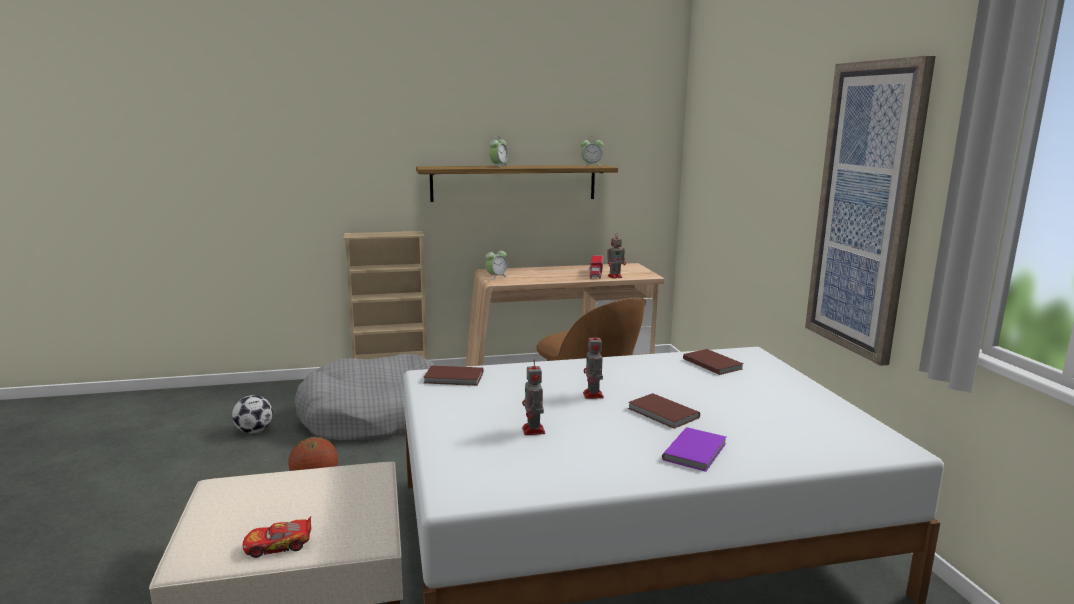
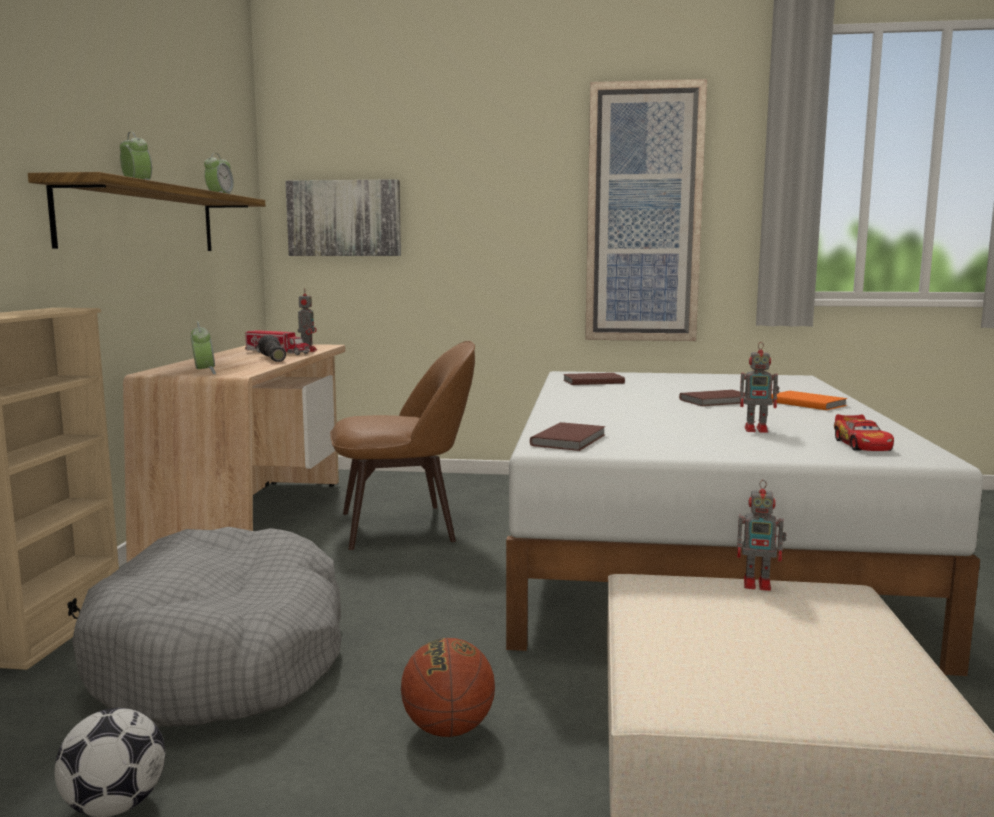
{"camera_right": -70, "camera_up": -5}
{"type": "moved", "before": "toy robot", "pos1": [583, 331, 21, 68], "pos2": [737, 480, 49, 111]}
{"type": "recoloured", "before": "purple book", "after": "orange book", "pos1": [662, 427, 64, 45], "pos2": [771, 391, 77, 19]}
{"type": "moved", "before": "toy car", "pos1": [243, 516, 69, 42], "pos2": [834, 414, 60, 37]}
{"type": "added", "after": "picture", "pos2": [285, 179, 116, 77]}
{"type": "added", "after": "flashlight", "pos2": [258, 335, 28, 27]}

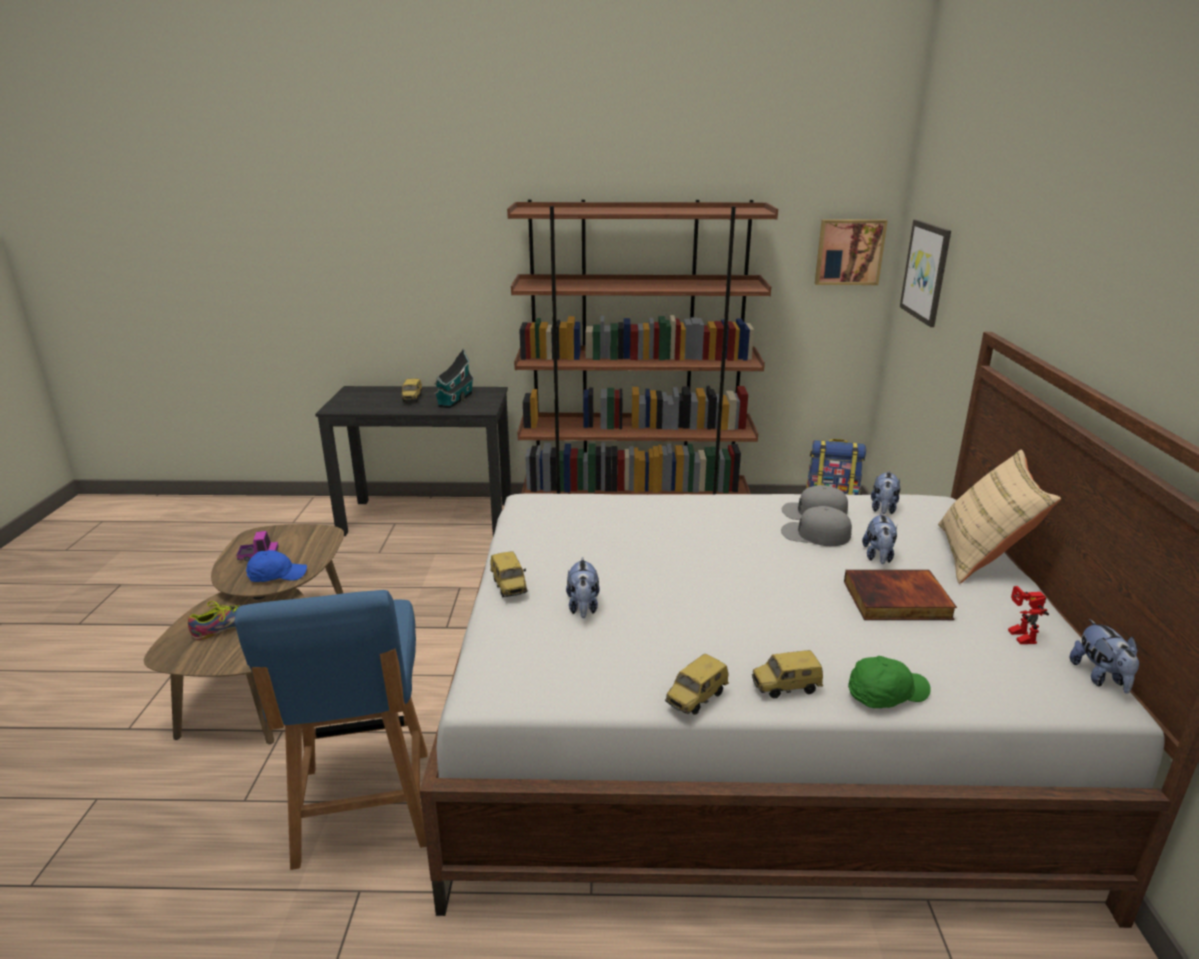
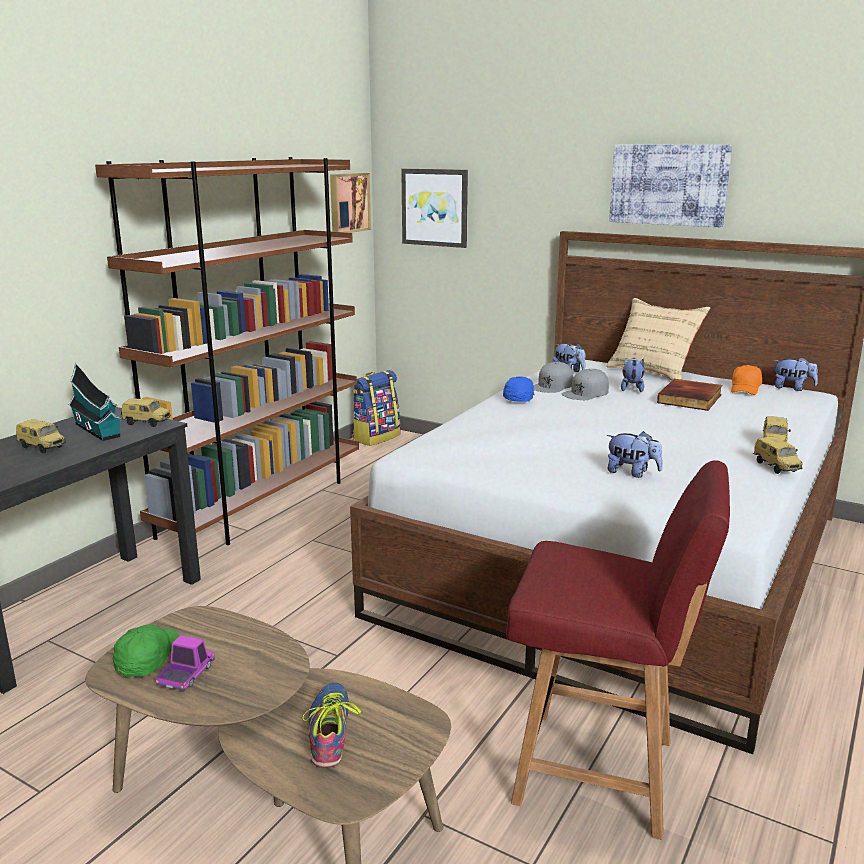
{"camera_right": -60, "camera_up": -5}
{"type": "turned", "before": "plush toy", "pos1": [862, 513, 35, 51], "pos2": [621, 358, 23, 34], "turn": -120}
{"type": "moved", "before": "blue cap", "pos1": [246, 550, 61, 32], "pos2": [503, 376, 32, 26]}
{"type": "moved", "before": "toy car", "pos1": [490, 551, 38, 46], "pos2": [121, 399, 50, 28]}
{"type": "replaced", "before": "toy robot", "after": "orange cap", "pos1": [1008, 586, 41, 58], "pos2": [731, 365, 31, 30]}
{"type": "recoloured", "before": "blue chair", "after": "red chair", "pos1": [234, 590, 194, 280], "pos2": [506, 460, 224, 380]}
{"type": "moved", "before": "green cap", "pos1": [848, 656, 83, 52], "pos2": [113, 624, 66, 53]}
{"type": "added", "after": "picture", "pos2": [609, 145, 123, 82]}

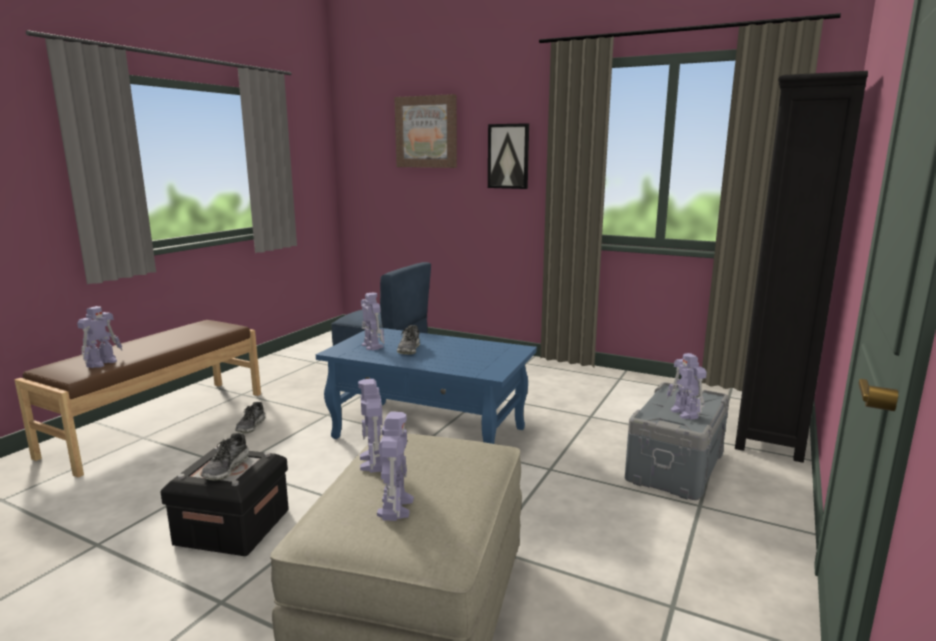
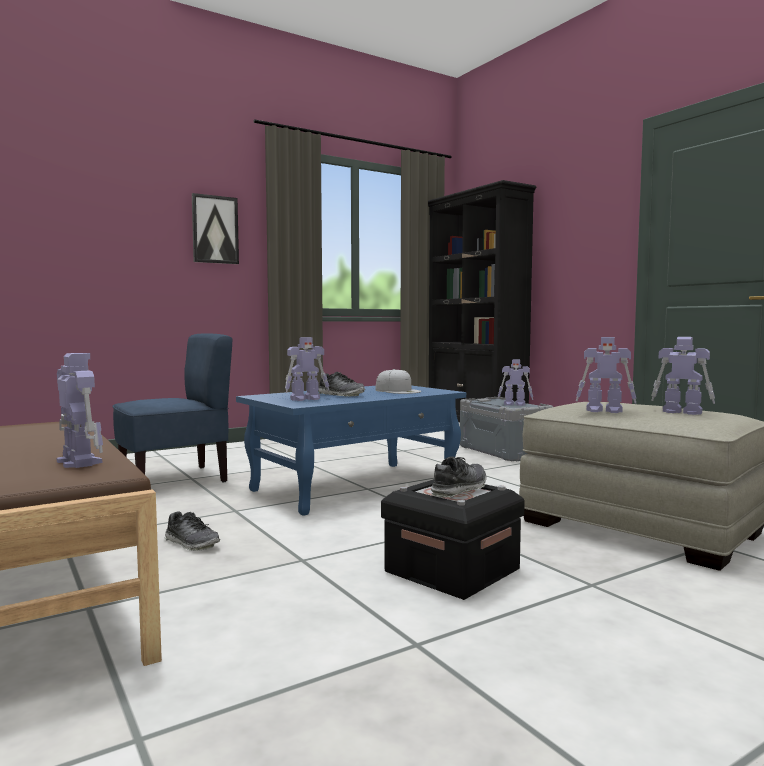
{"camera_right": -60, "camera_up": -10}
{"type": "removed", "before": "picture", "pos1": [394, 94, 63, 74]}
{"type": "turned", "before": "toy robot", "pos1": [361, 293, 23, 57], "pos2": [285, 337, 44, 64], "turn": 150}
{"type": "turned", "before": "shoe", "pos1": [201, 433, 48, 48], "pos2": [431, 456, 56, 41], "turn": -90}
{"type": "added", "after": "white cap", "pos2": [376, 369, 45, 25]}

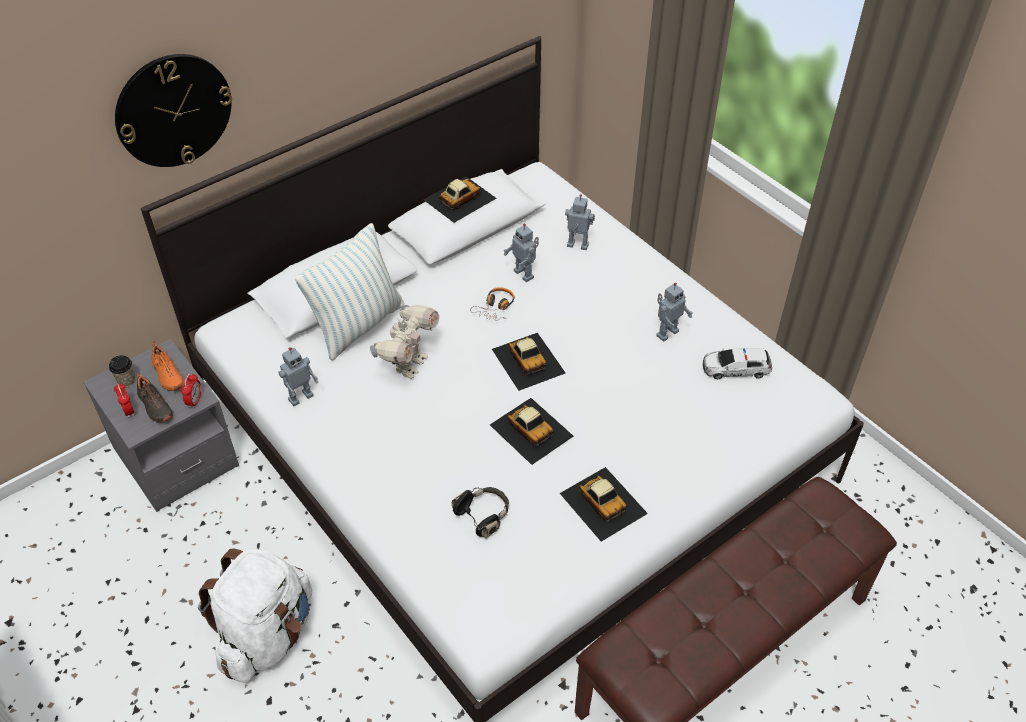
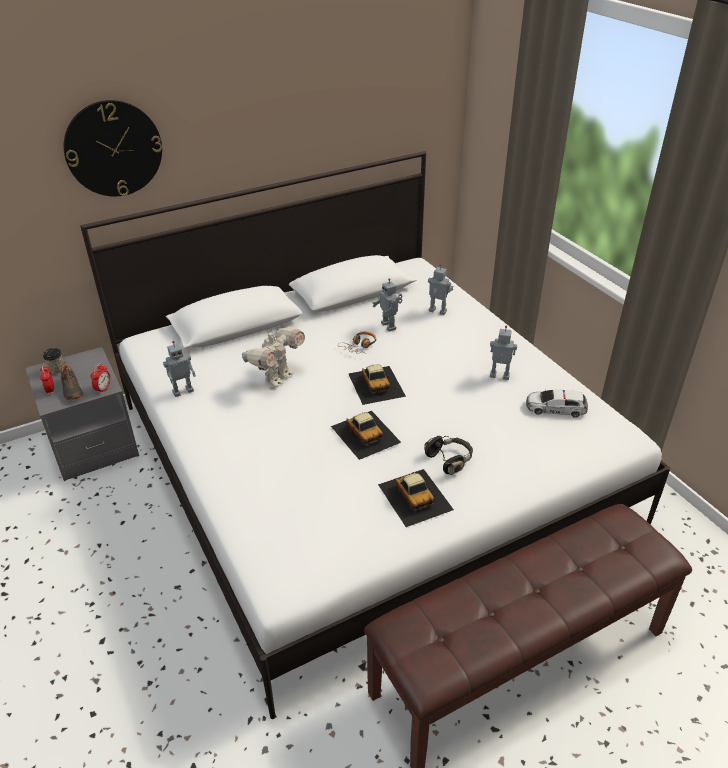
{"camera_right": 10, "camera_up": -10}
{"type": "removed", "before": "toy car", "pos1": [424, 177, 72, 46]}
{"type": "removed", "before": "pillow", "pos1": [295, 223, 109, 138]}
{"type": "turned", "before": "toy robot", "pos1": [656, 283, 37, 59], "pos2": [490, 326, 27, 54], "turn": -135}
{"type": "removed", "before": "orange shoe", "pos1": [151, 342, 33, 49]}
{"type": "moved", "before": "black headphones", "pos1": [452, 487, 57, 51], "pos2": [424, 436, 49, 39]}
{"type": "removed", "before": "white backpack", "pos1": [198, 549, 114, 134]}

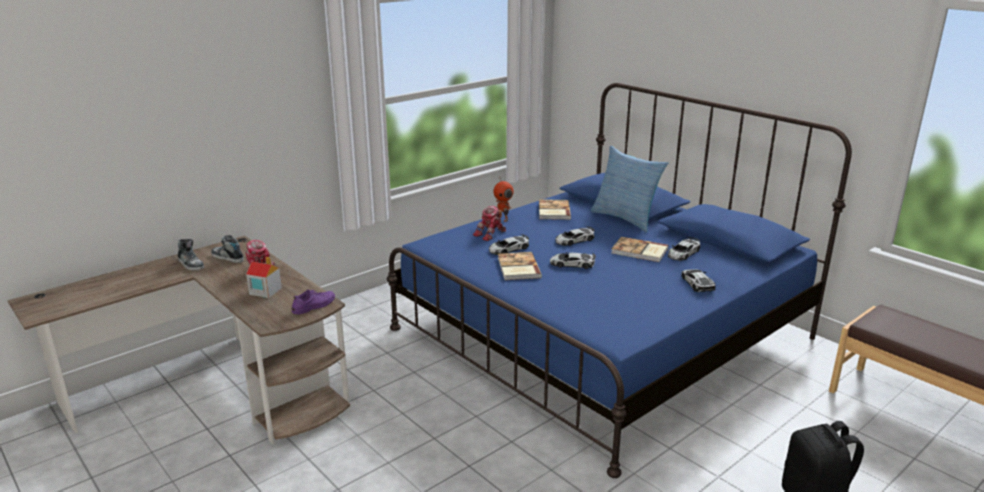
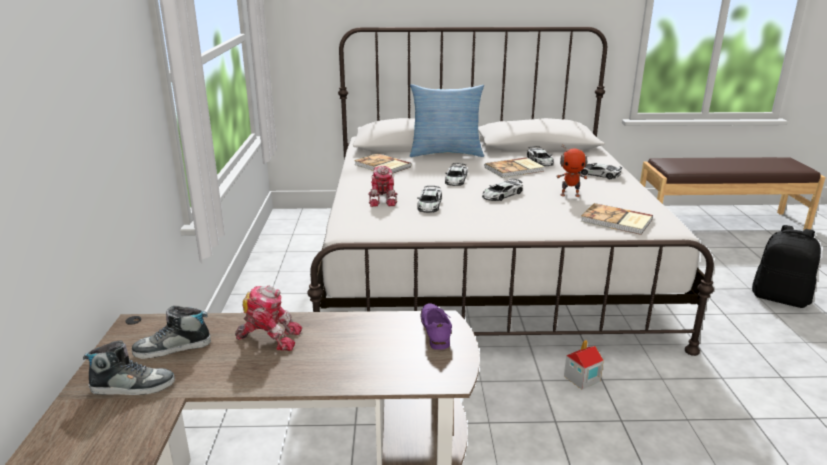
{"camera_right": -50, "camera_up": 0}
{"type": "recoloured", "before": "blue bed", "after": "white bed", "pos1": [387, 83, 465, 395], "pos2": [307, 27, 407, 329]}
{"type": "moved", "before": "toy robot", "pos1": [493, 177, 21, 45], "pos2": [556, 145, 32, 52]}
{"type": "moved", "before": "book", "pos1": [498, 252, 44, 28], "pos2": [580, 203, 73, 32]}
{"type": "moved", "before": "toy house", "pos1": [246, 257, 36, 41], "pos2": [564, 340, 40, 50]}

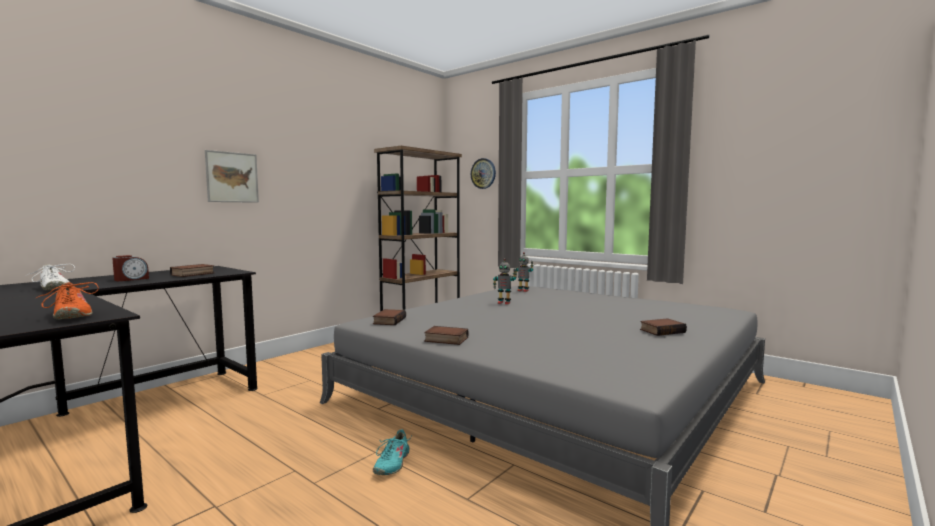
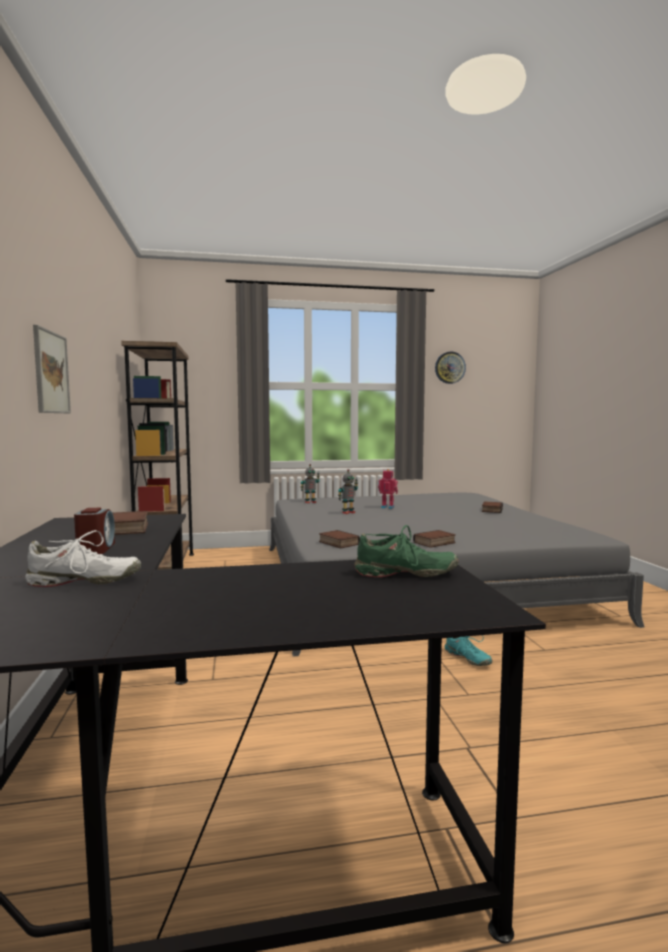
{"camera_right": -50, "camera_up": 0}
{"type": "moved", "before": "wall clock", "pos1": [471, 158, 25, 31], "pos2": [435, 352, 31, 32]}
{"type": "recoloured", "before": "orange shoe", "after": "green shoe", "pos1": [35, 282, 64, 37], "pos2": [355, 525, 104, 52]}
{"type": "added", "after": "toy robot", "pos2": [378, 469, 20, 40]}

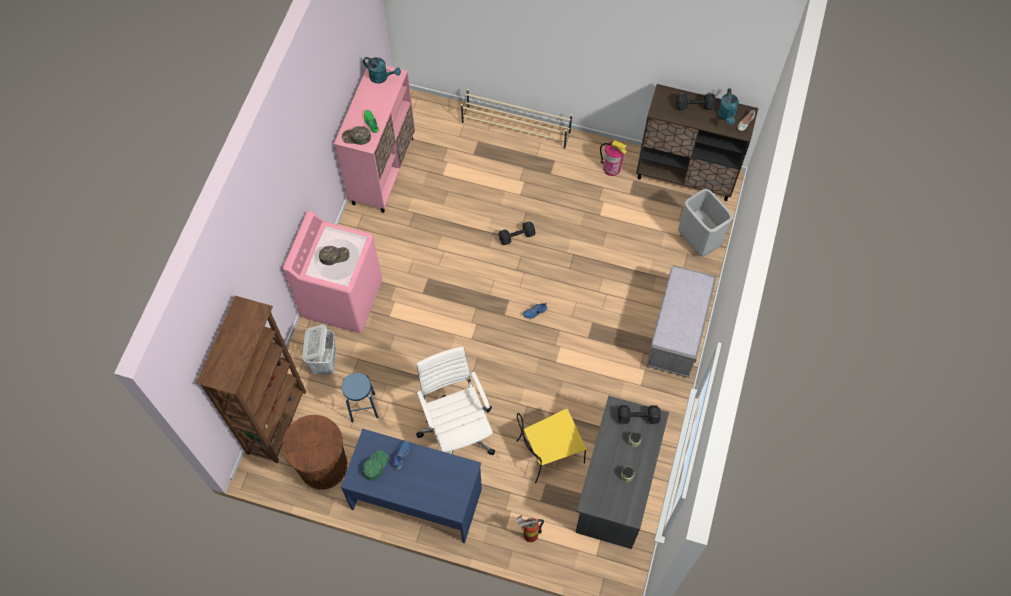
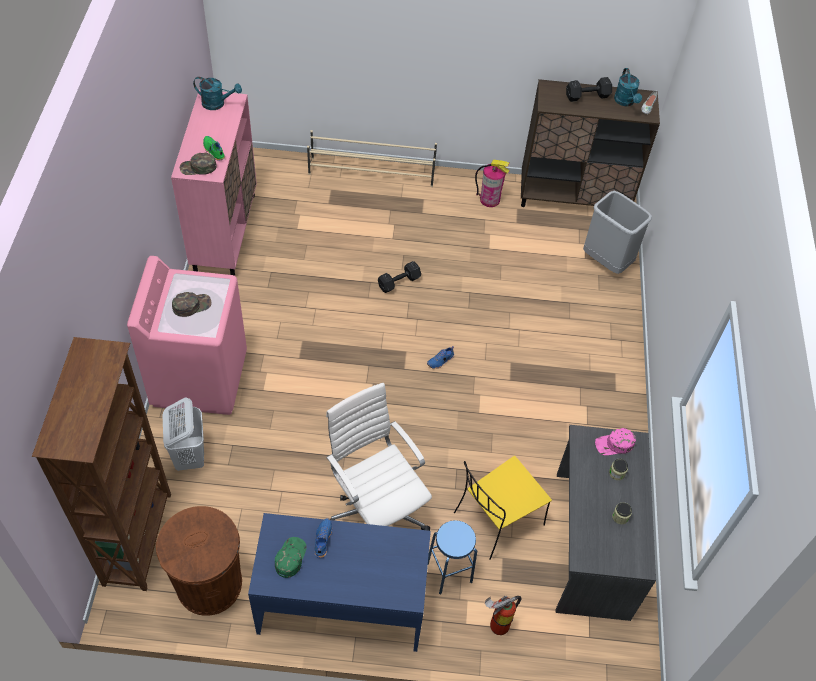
{"camera_right": -15, "camera_up": -10}
{"type": "removed", "before": "grey bench", "pos1": [646, 265, 71, 113]}
{"type": "moved", "before": "blue stool", "pos1": [342, 373, 36, 50], "pos2": [428, 520, 49, 74]}
{"type": "replaced", "before": "black dumbbell", "after": "pink cap", "pos1": [618, 405, 43, 19], "pos2": [595, 428, 41, 27]}

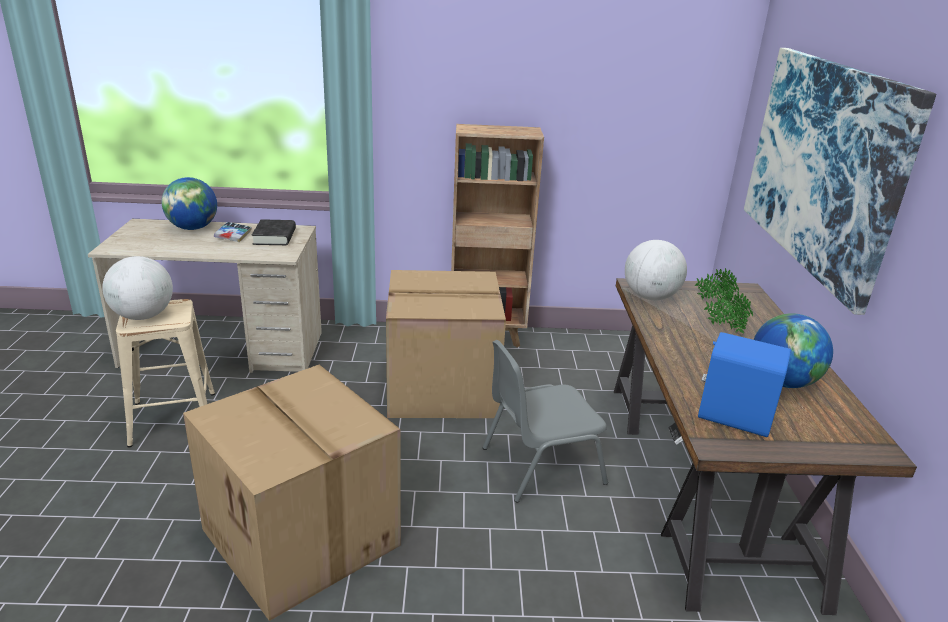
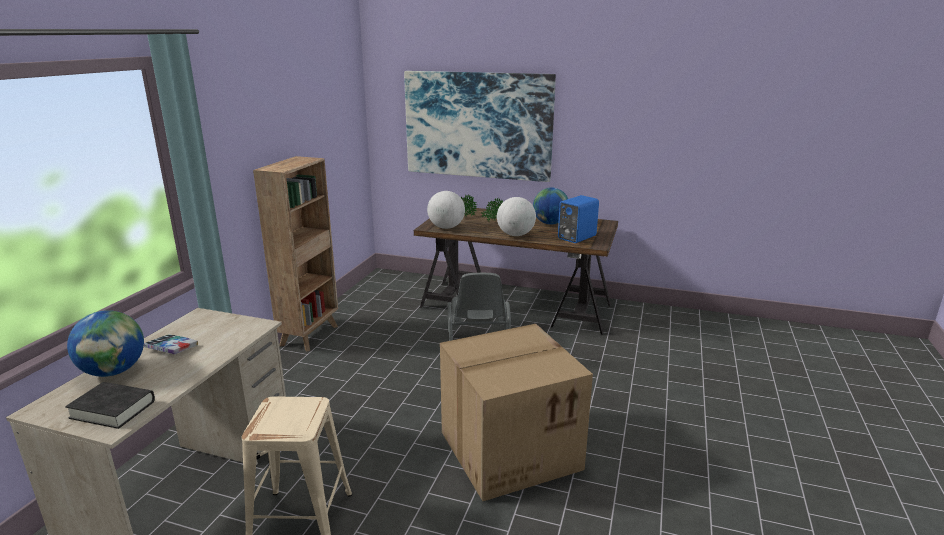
{"camera_right": -70, "camera_up": -5}
{"type": "moved", "before": "black book", "pos1": [252, 219, 44, 26], "pos2": [65, 382, 90, 47]}
{"type": "moved", "before": "globe", "pos1": [102, 256, 71, 64], "pos2": [497, 197, 39, 39]}
{"type": "removed", "before": "cardboard box", "pos1": [386, 270, 120, 148]}

